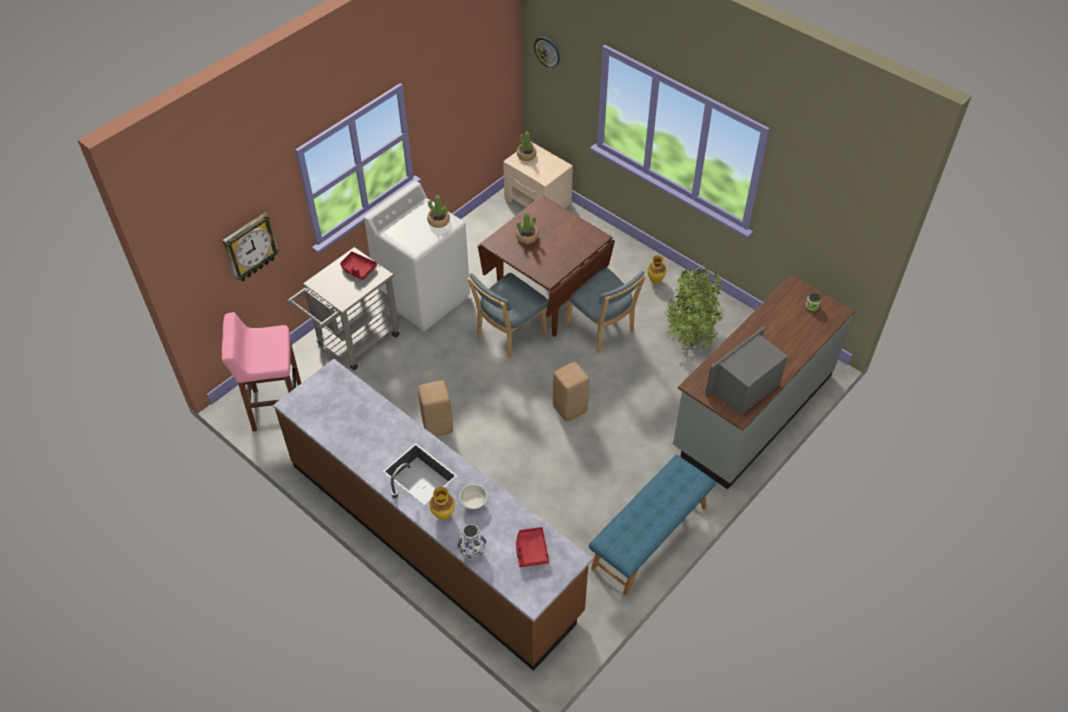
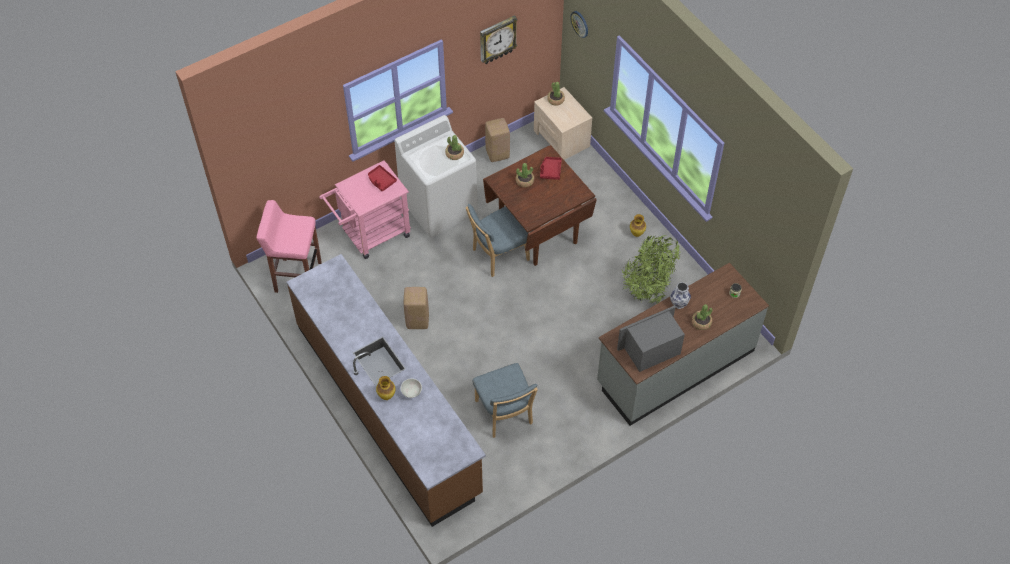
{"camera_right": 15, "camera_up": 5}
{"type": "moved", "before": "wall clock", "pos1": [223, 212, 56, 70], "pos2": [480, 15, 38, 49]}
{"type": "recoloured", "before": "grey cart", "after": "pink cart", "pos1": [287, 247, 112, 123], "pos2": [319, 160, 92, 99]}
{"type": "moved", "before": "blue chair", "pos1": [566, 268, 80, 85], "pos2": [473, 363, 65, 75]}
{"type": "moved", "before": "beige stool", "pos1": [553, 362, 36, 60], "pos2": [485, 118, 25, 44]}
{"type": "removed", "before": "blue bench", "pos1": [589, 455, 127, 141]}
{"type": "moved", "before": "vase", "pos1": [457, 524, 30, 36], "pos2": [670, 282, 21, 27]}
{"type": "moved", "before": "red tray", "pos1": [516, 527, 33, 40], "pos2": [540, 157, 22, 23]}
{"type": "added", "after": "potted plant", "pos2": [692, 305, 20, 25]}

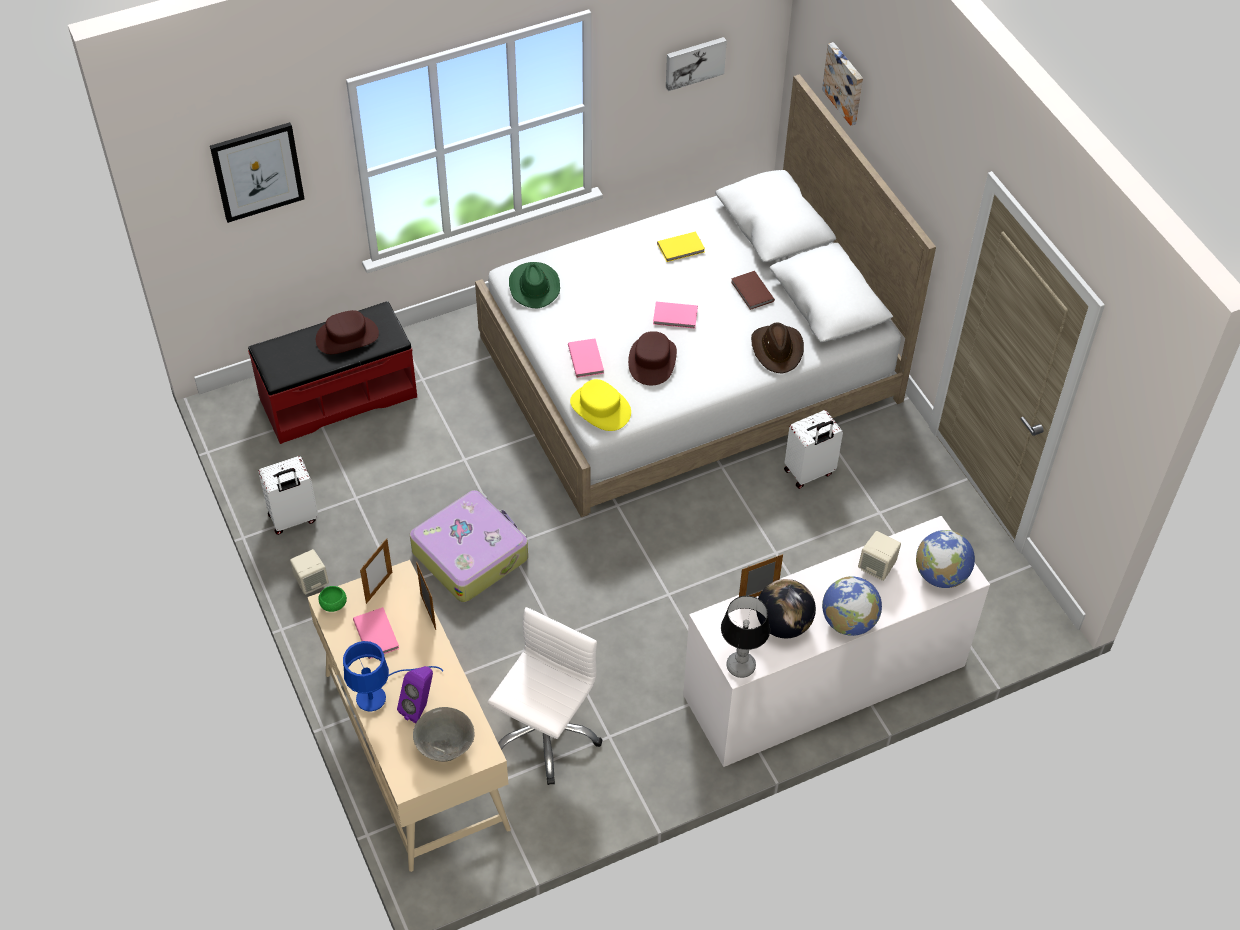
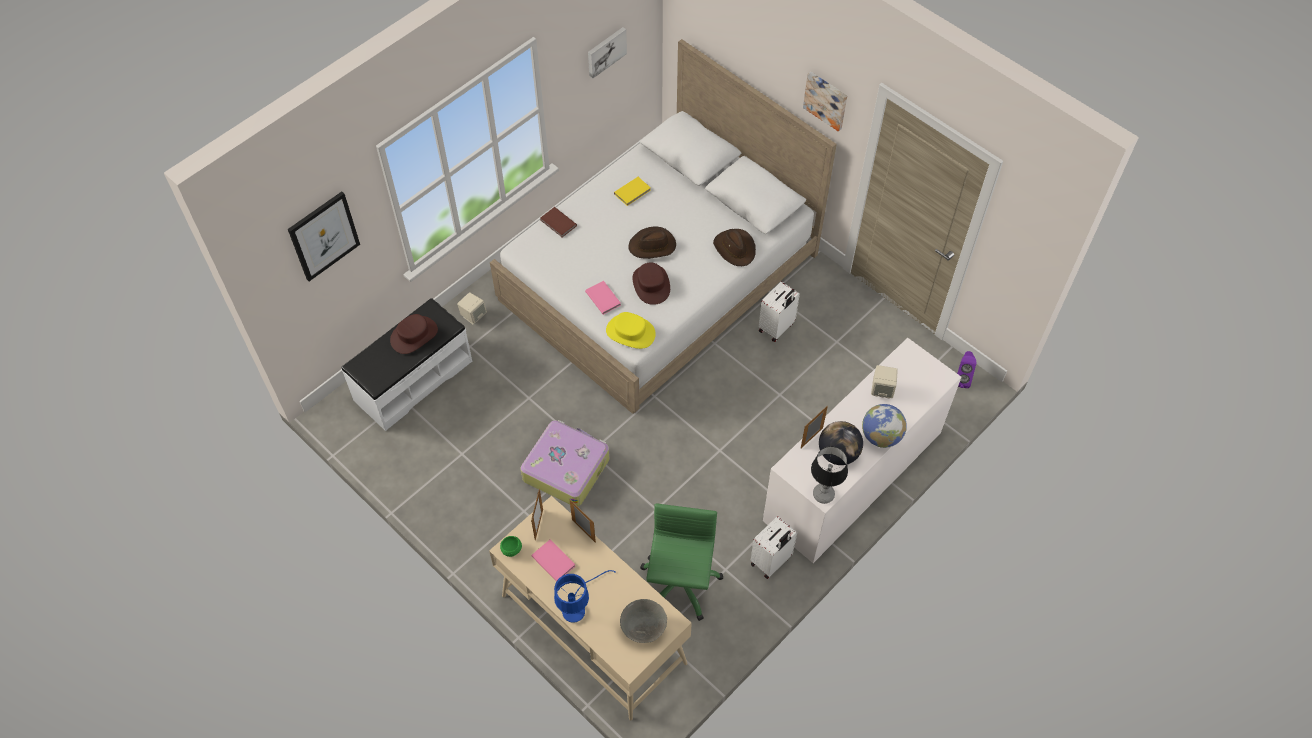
{"camera_right": -20, "camera_up": 5}
{"type": "moved", "before": "picture", "pos1": [822, 42, 41, 84], "pos2": [803, 72, 44, 60]}
{"type": "removed", "before": "green hat", "pos1": [509, 262, 51, 46]}
{"type": "moved", "before": "brown book", "pos1": [731, 271, 44, 39], "pos2": [540, 207, 37, 30]}
{"type": "recoloured", "before": "red bench", "after": "white bench", "pos1": [248, 301, 169, 143], "pos2": [341, 298, 131, 133]}
{"type": "replaced", "before": "pink book", "after": "brown hat", "pos1": [653, 302, 45, 27], "pos2": [628, 227, 48, 32]}
{"type": "moved", "before": "white suitcase", "pos1": [258, 456, 60, 79], "pos2": [751, 516, 46, 63]}
{"type": "removed", "before": "globe", "pos1": [916, 530, 59, 58]}
{"type": "moved", "before": "beige speaker", "pos1": [290, 549, 39, 46], "pos2": [457, 292, 30, 33]}
{"type": "recoloured", "before": "white office chair", "after": "green office chair", "pos1": [488, 607, 115, 178], "pos2": [640, 503, 83, 118]}
{"type": "moved", "before": "purple speaker", "pos1": [397, 666, 36, 57], "pos2": [957, 351, 19, 37]}

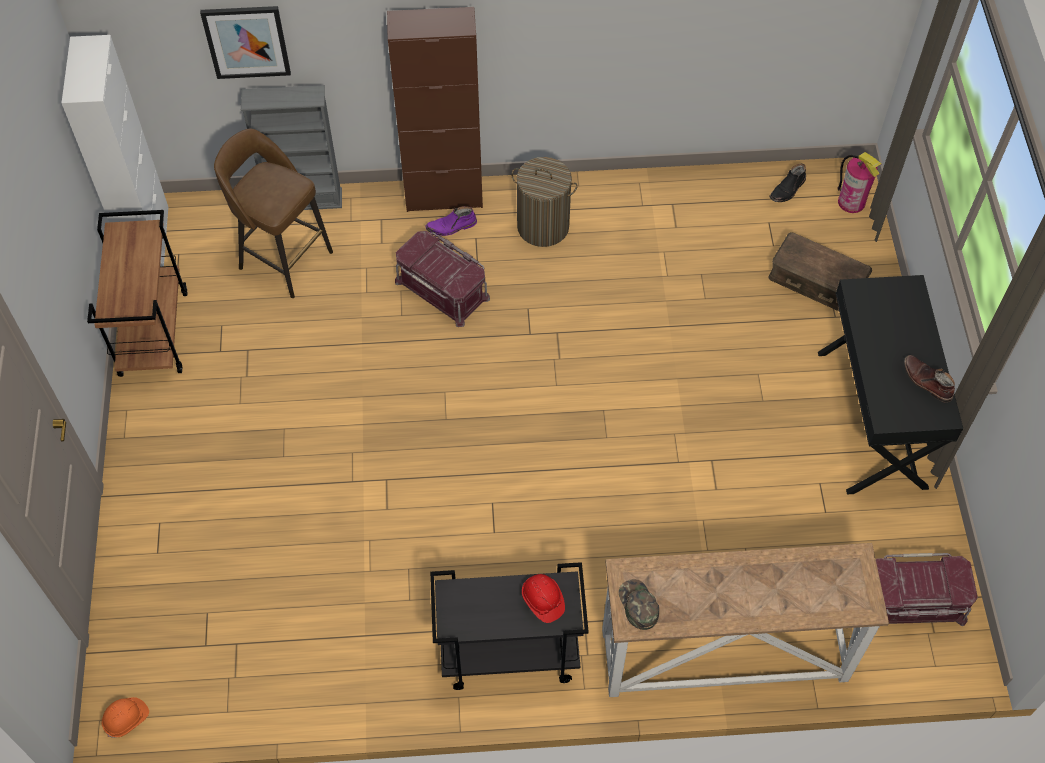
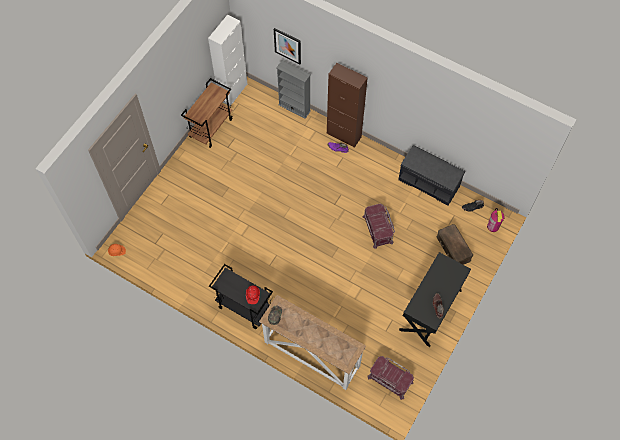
{"camera_right": 35, "camera_up": 5}
{"type": "removed", "before": "brown stool", "pos1": [214, 128, 119, 170]}
{"type": "removed", "before": "laundry basket", "pos1": [511, 157, 67, 90]}
{"type": "moved", "before": "red storage box", "pos1": [395, 231, 95, 96], "pos2": [363, 204, 32, 45]}
{"type": "added", "after": "grey bench", "pos2": [398, 145, 67, 60]}

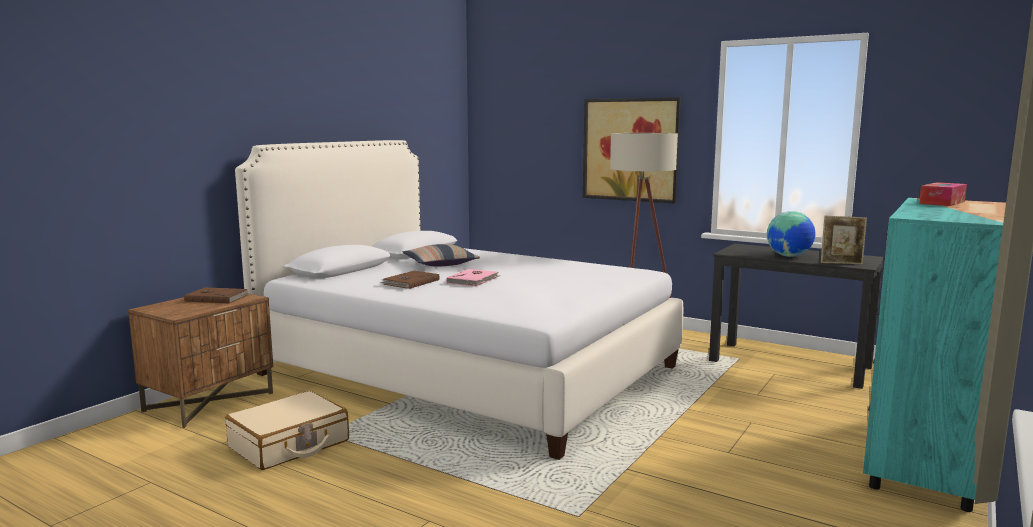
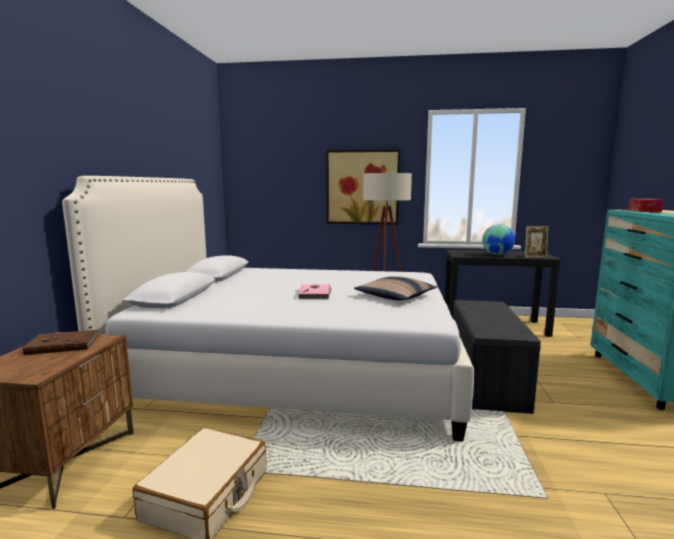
{"camera_right": -25, "camera_up": 0}
{"type": "moved", "before": "pillow", "pos1": [403, 244, 77, 23], "pos2": [354, 276, 83, 24]}
{"type": "removed", "before": "brown book", "pos1": [381, 271, 58, 18]}
{"type": "added", "after": "grey bench", "pos2": [453, 300, 88, 114]}

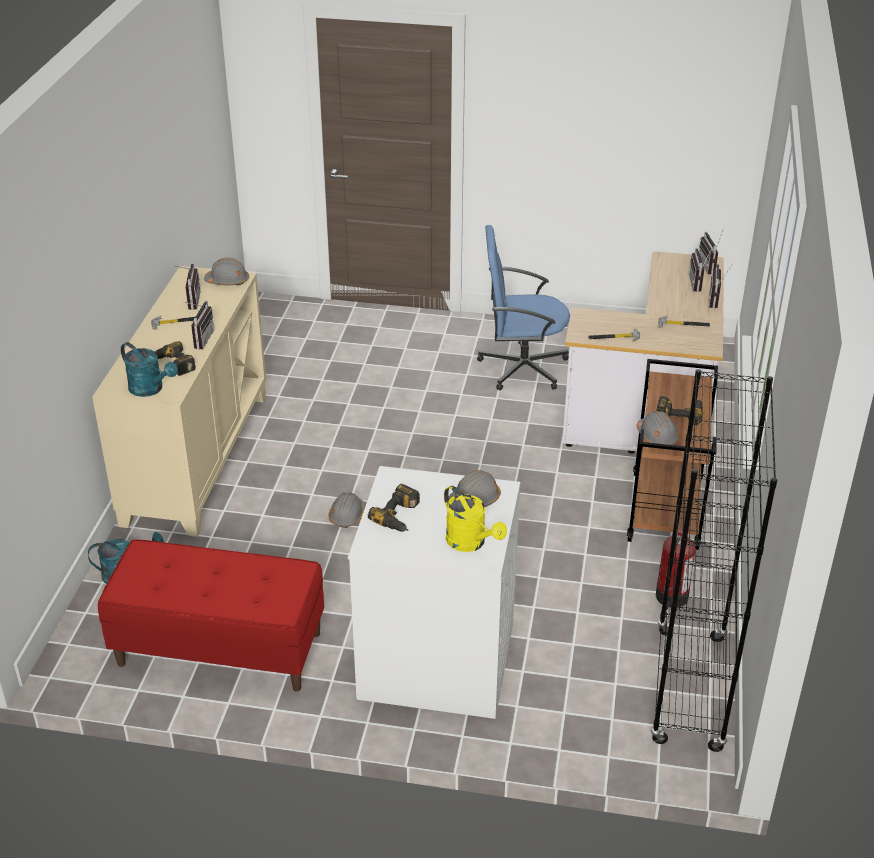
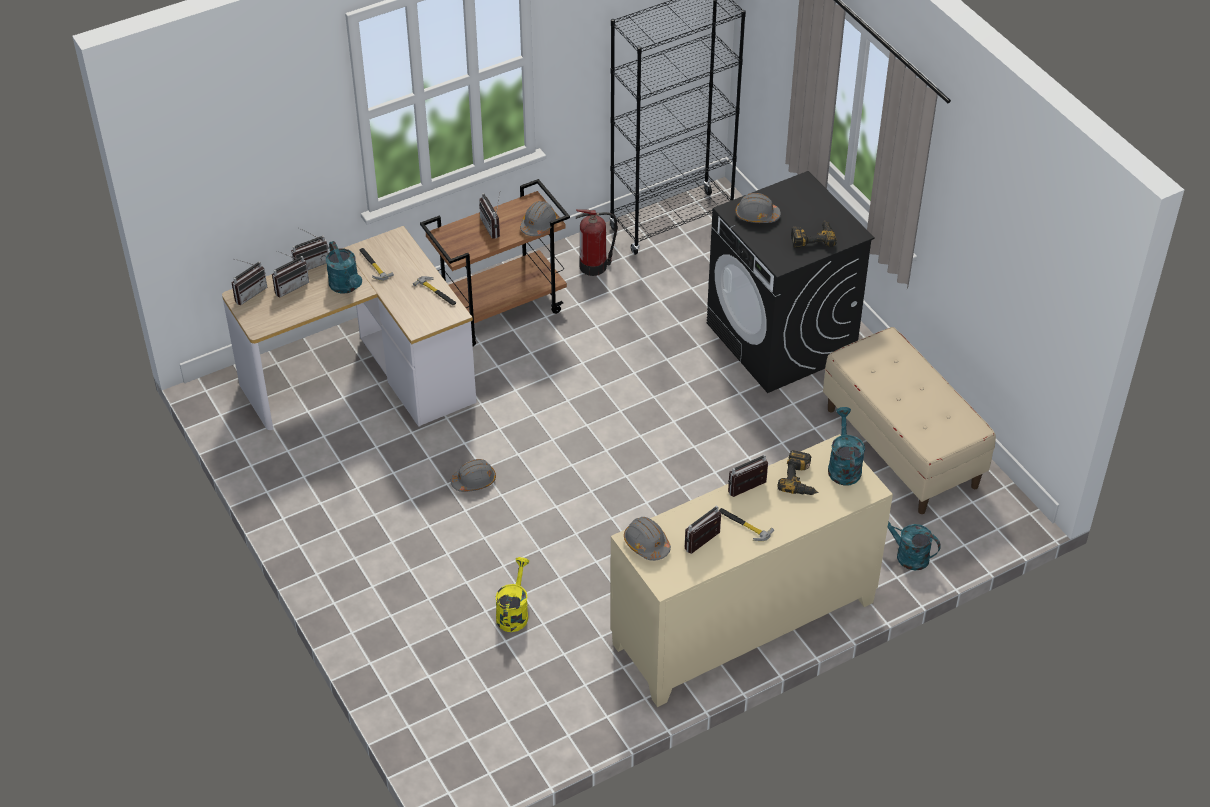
{"camera_right": -130, "camera_up": 10}
{"type": "removed", "before": "blue office chair", "pos1": [477, 225, 93, 165]}
{"type": "replaced", "before": "power drill", "after": "radio", "pos1": [657, 396, 46, 29], "pos2": [479, 193, 21, 46]}
{"type": "recoloured", "before": "white washing machine", "after": "black washing machine", "pos1": [348, 466, 172, 253], "pos2": [707, 171, 168, 222]}
{"type": "moved", "before": "yellow watering can", "pos1": [444, 486, 63, 66], "pos2": [495, 557, 34, 75]}
{"type": "moved", "before": "grey hard hat", "pos1": [328, 492, 37, 36], "pos2": [451, 459, 45, 33]}
{"type": "recoloured", "before": "red bench", "after": "beige bench", "pos1": [98, 539, 226, 152], "pos2": [823, 327, 173, 187]}
{"type": "added", "after": "turquoise watering can", "pos2": [326, 241, 36, 53]}

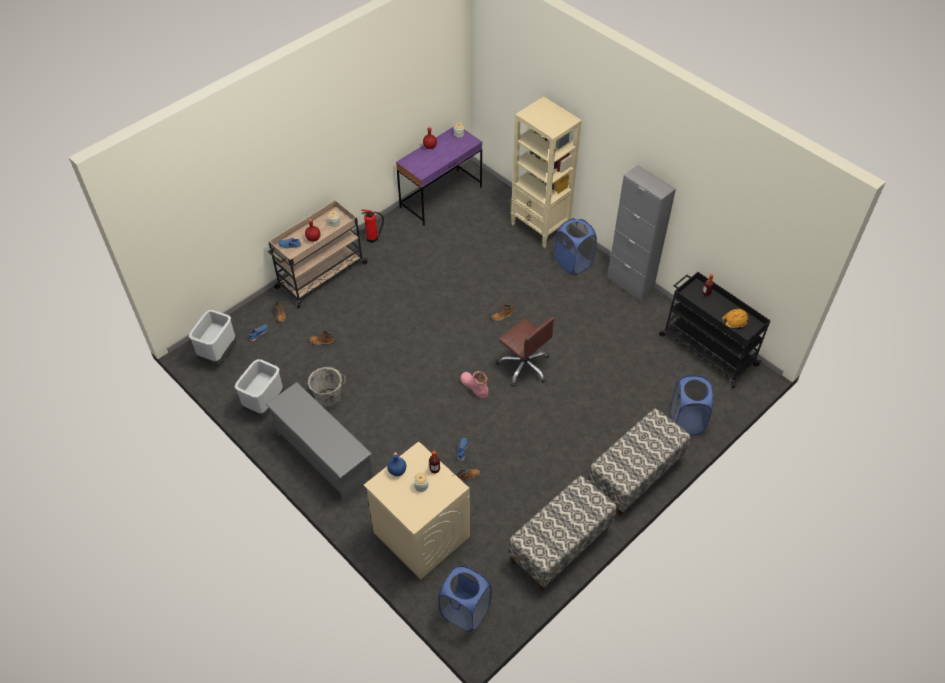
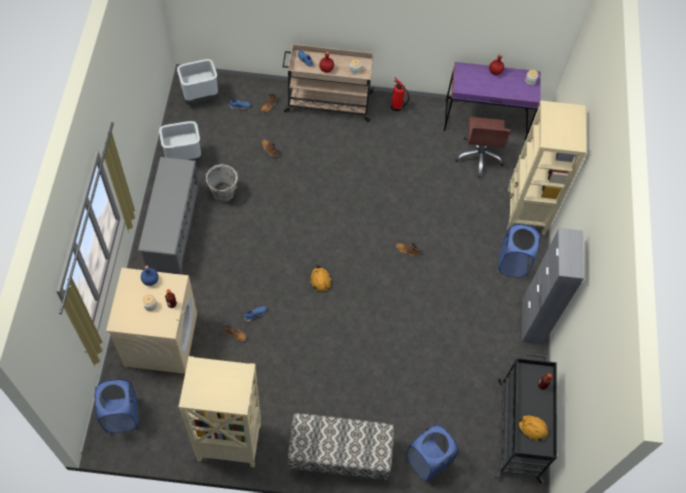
{"camera_right": 45, "camera_up": 10}
{"type": "moved", "before": "brown office chair", "pos1": [496, 317, 59, 70], "pos2": [455, 117, 56, 61]}
{"type": "replaced", "before": "pink boot", "after": "orange hard hat", "pos1": [460, 371, 28, 28], "pos2": [310, 264, 21, 28]}
{"type": "replaced", "before": "bench", "after": "beige bookcase", "pos1": [508, 476, 109, 114], "pos2": [179, 356, 82, 111]}

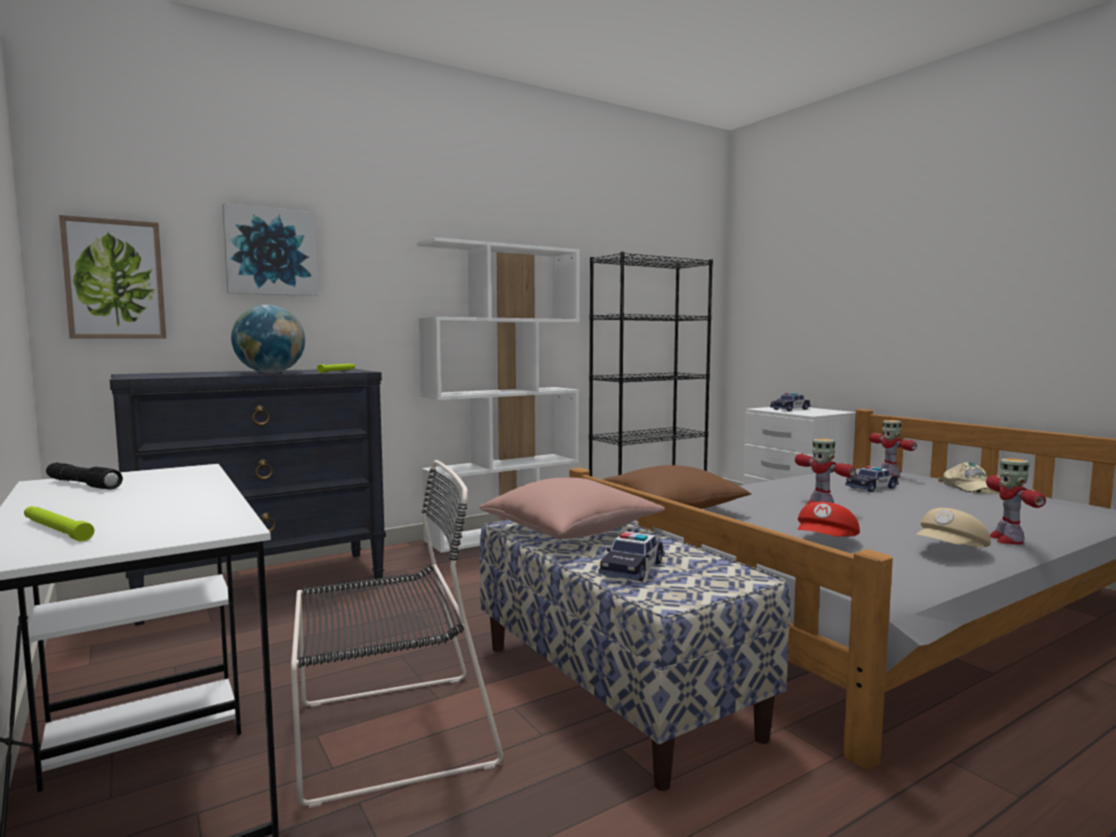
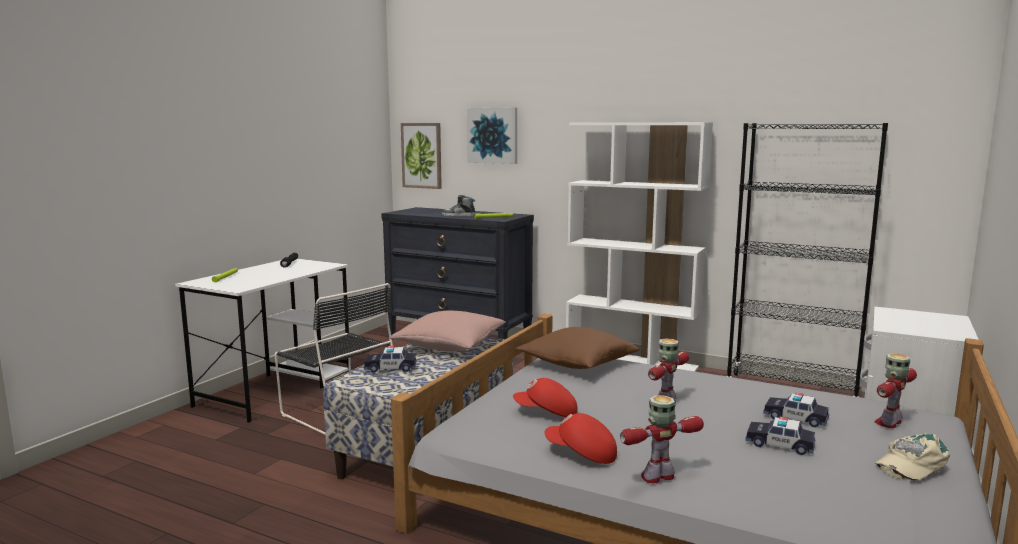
{"camera_right": 60, "camera_up": 5}
{"type": "replaced", "before": "globe", "after": "shoe", "pos1": [231, 305, 74, 68], "pos2": [442, 195, 33, 21]}
{"type": "moved", "before": "toy car", "pos1": [770, 393, 41, 18], "pos2": [745, 417, 71, 38]}
{"type": "recoloured", "before": "beige cap", "after": "red cap", "pos1": [916, 508, 75, 40], "pos2": [545, 413, 72, 51]}

